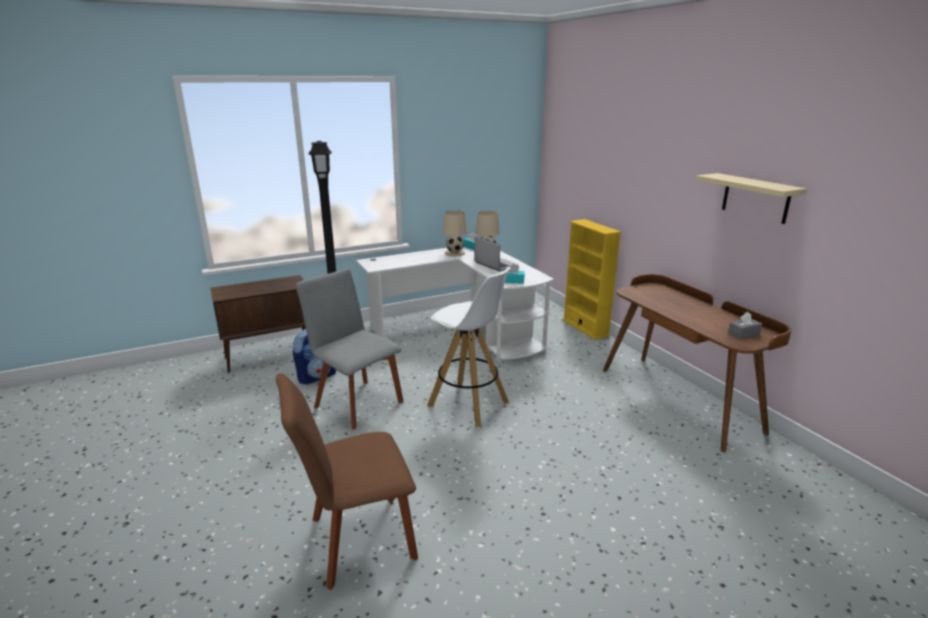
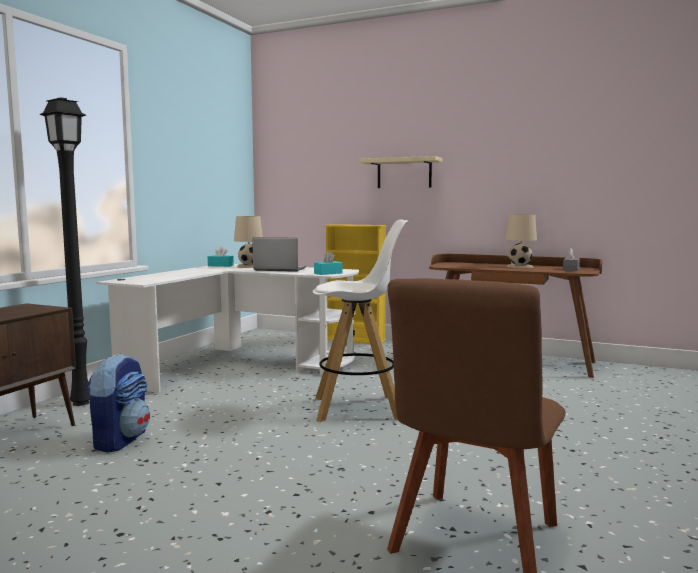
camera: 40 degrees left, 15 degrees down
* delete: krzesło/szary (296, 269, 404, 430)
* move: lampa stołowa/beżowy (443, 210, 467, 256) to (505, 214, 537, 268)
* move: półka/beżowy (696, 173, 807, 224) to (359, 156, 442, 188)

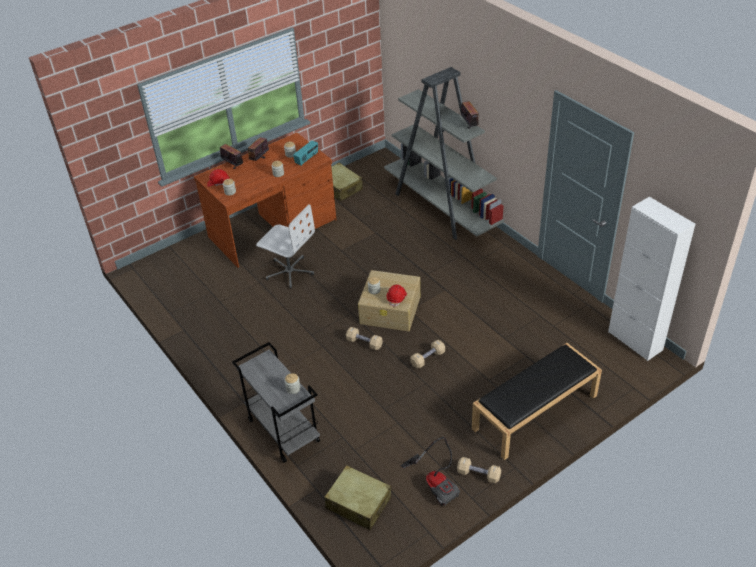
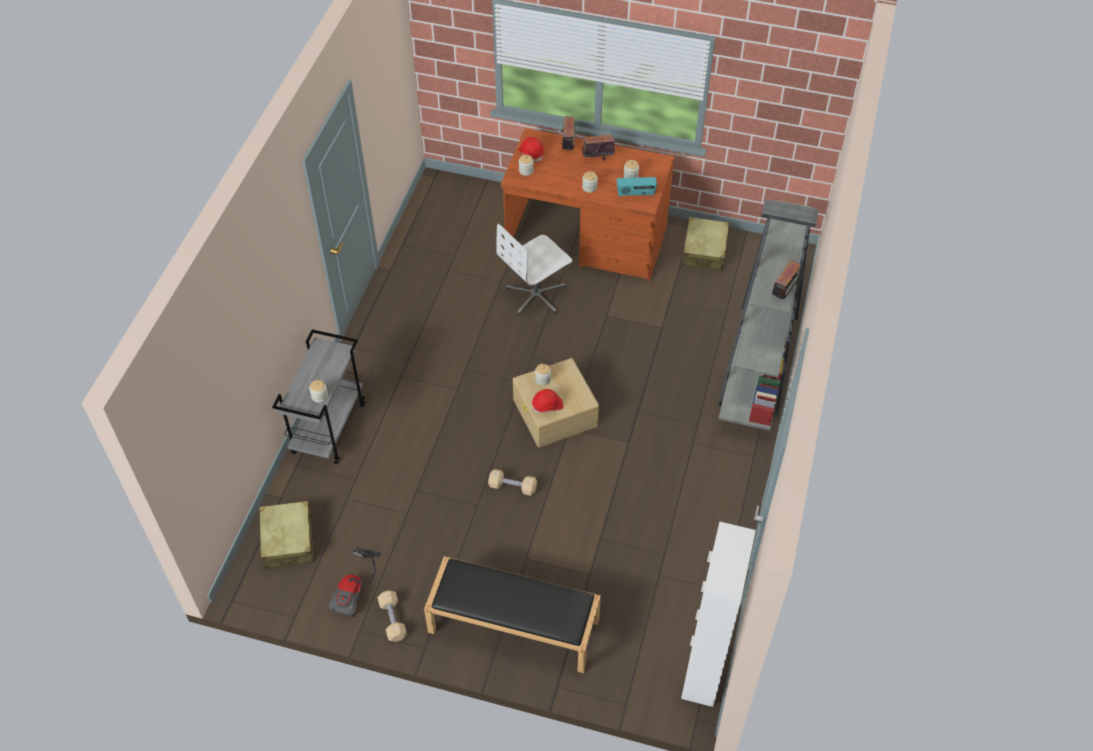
camera: 50 degrees right, 10 degrees up
* rotate: krzesło biurowe/biały (256, 204, 315, 289) = (496, 224, 572, 315) 60 degrees clockwise
* delete: hantel/beżowy (346, 327, 383, 350)

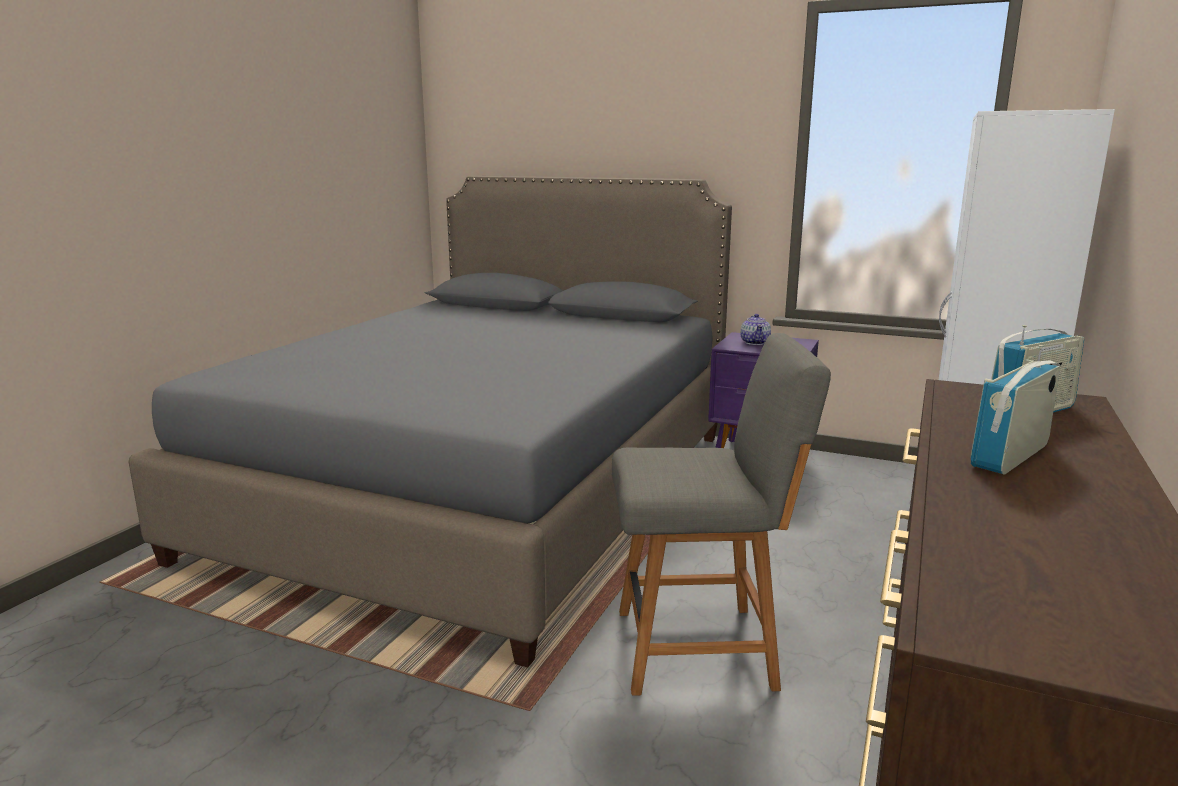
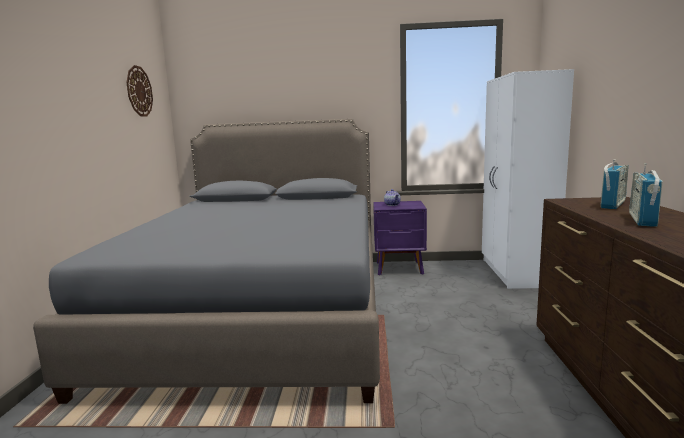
camera: 20 degrees left, 5 degrees down
* delete: krzesło/szary (612, 333, 831, 696)
* insert: zegar ścienny (126, 65, 153, 117)

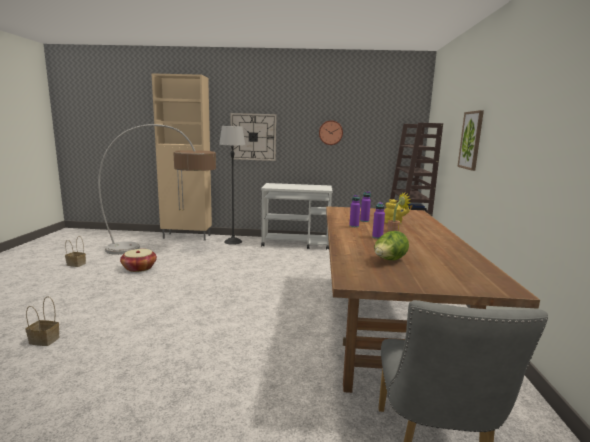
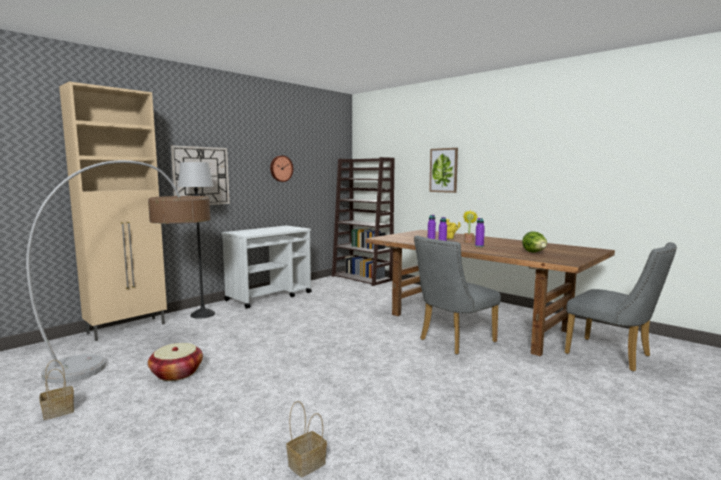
camera: 50 degrees left, 5 degrees down
* insert: krzesło/szary (414, 236, 501, 355)

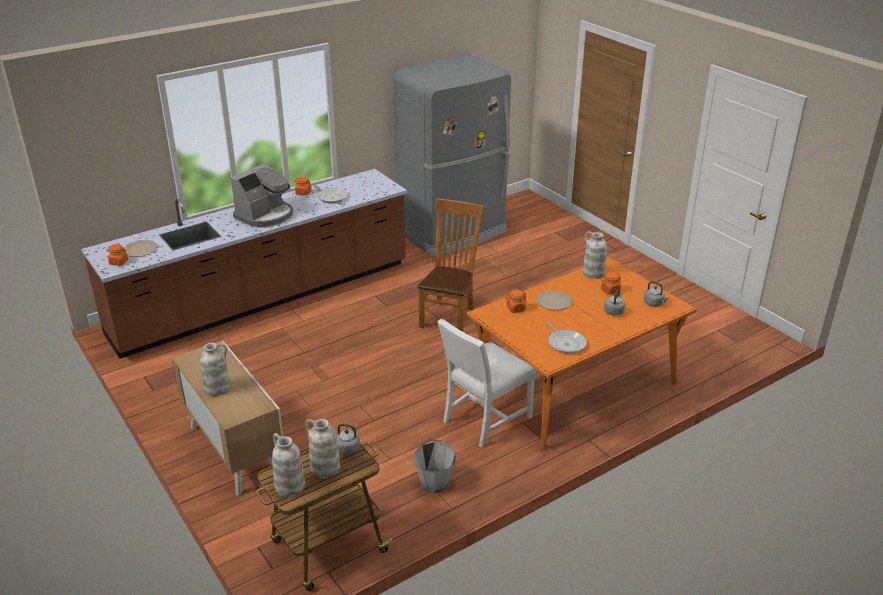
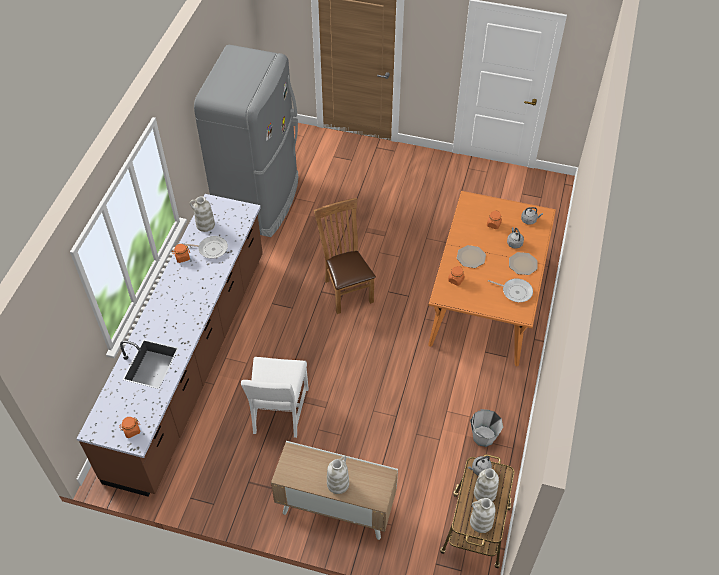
camera: 40 degrees left, 20 degrees up
* move: talerz (124, 240, 158, 257) to (509, 252, 538, 275)
* delete: ekspres do kawy (231, 163, 293, 227)
* move: krzesło/biały (437, 319, 536, 447) to (241, 357, 309, 438)
* move: wazon/biały (583, 231, 607, 279) to (190, 196, 215, 232)

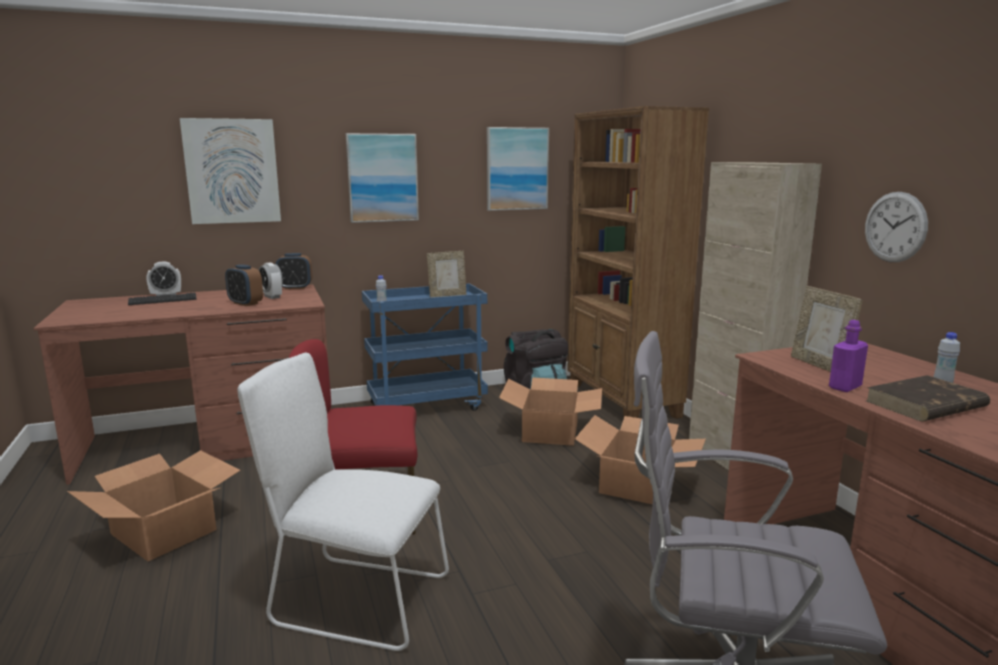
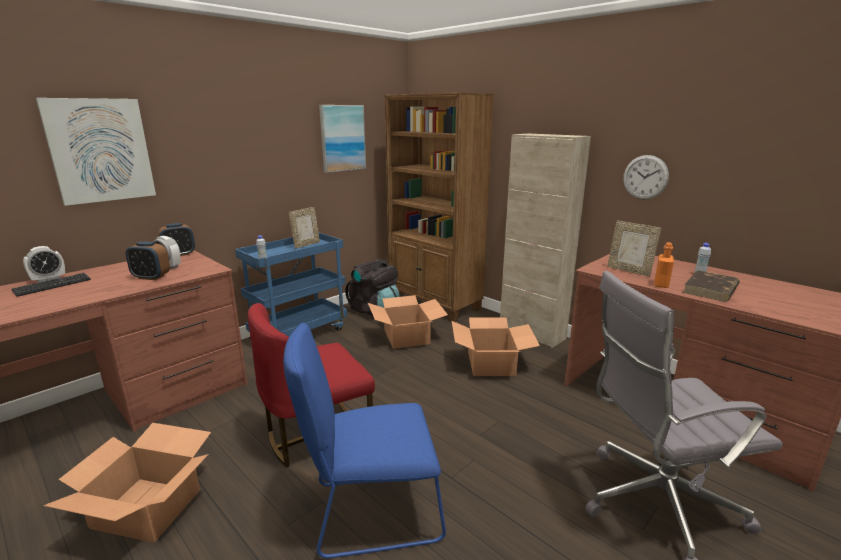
camera: 25 degrees left, 5 degrees up
* recolor: krzesło/biały (238, 353, 449, 651) to krzesło/niebieski (283, 323, 446, 559)
* delete: obraz (346, 133, 419, 223)
* recolor: butelka/fioletowy (829, 320, 868, 392) to butelka/pomarańczowy (654, 242, 674, 288)

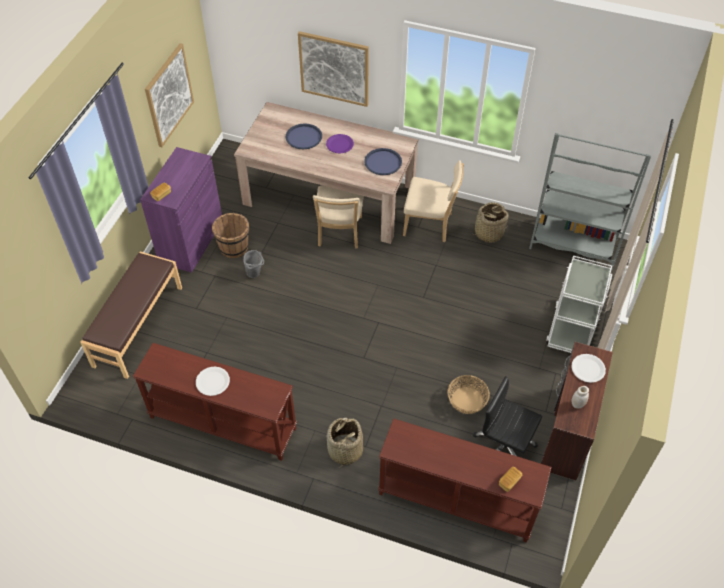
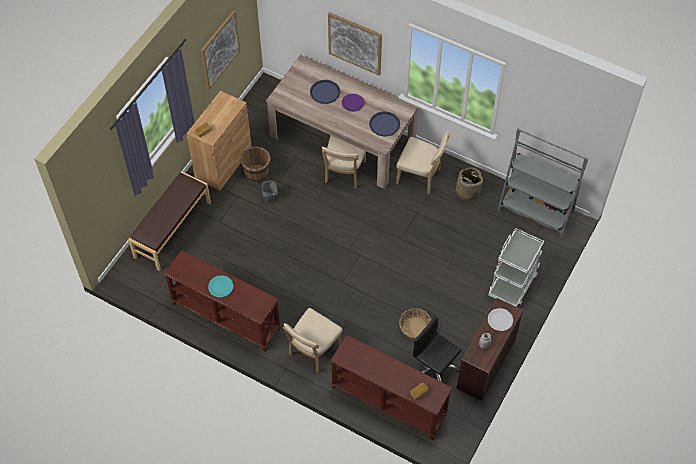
camera: 10 degrees right, 5 degrees up
* recolor: szafka/fioletowy (140, 147, 222, 273) to szafka/brązowy (186, 91, 252, 191)
* recolor: talerz/biały (196, 367, 230, 396) to talerz/turkusowy (208, 275, 234, 297)
* replace: koszyk (327, 418, 363, 468) to krzesło/beżowy (283, 308, 343, 373)

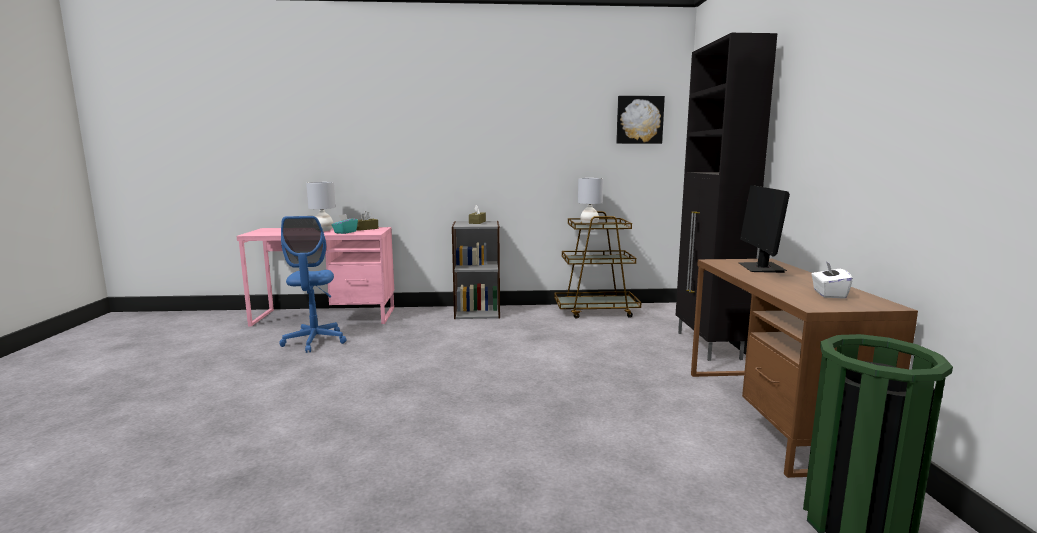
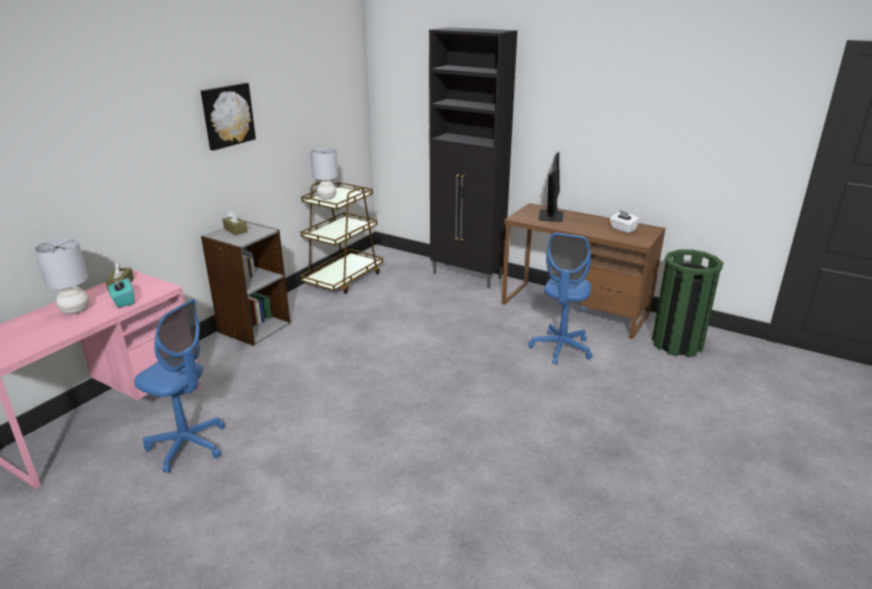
camera: 55 degrees left, 15 degrees up
* move: obraz (616, 96, 665, 144) to (201, 83, 256, 151)
* rotate: monitor (739, 185, 790, 273) = (539, 152, 563, 222) 120 degrees counterclockwise
* insert: krzesło biurowe/niebieski (528, 232, 593, 365)

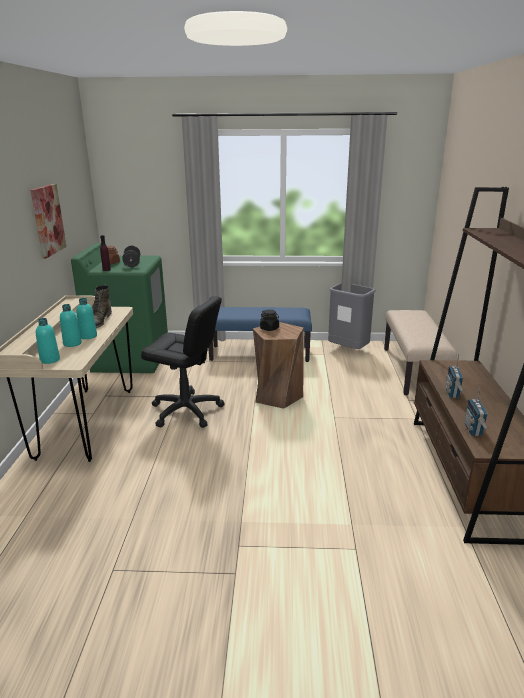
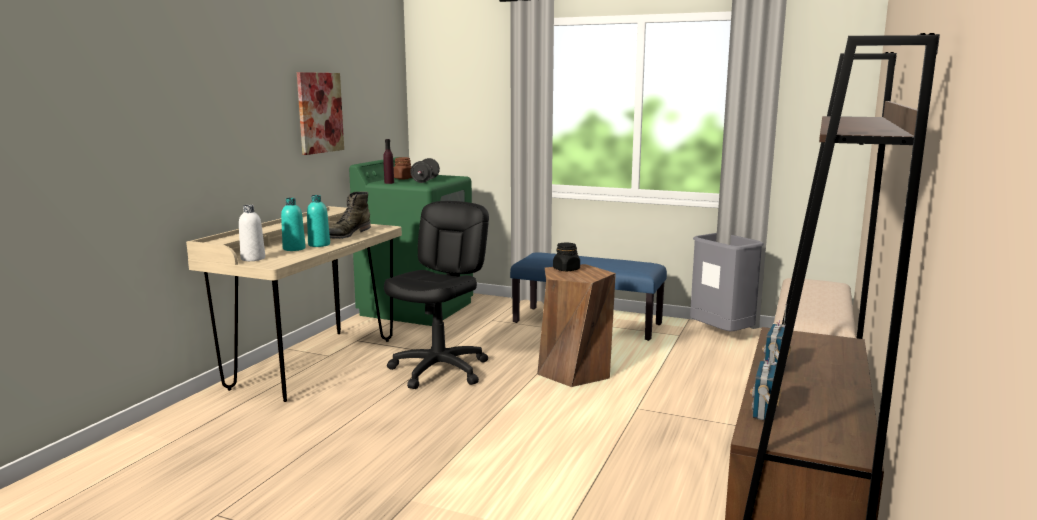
camera: 20 degrees right, 10 degrees down
* recolor: butelka/turkusowy (36, 318, 60, 364) to butelka/biały (239, 205, 265, 261)
* rotate: krzesło biurowe/czarny (141, 296, 225, 428) = (384, 201, 489, 389) 105 degrees counterclockwise

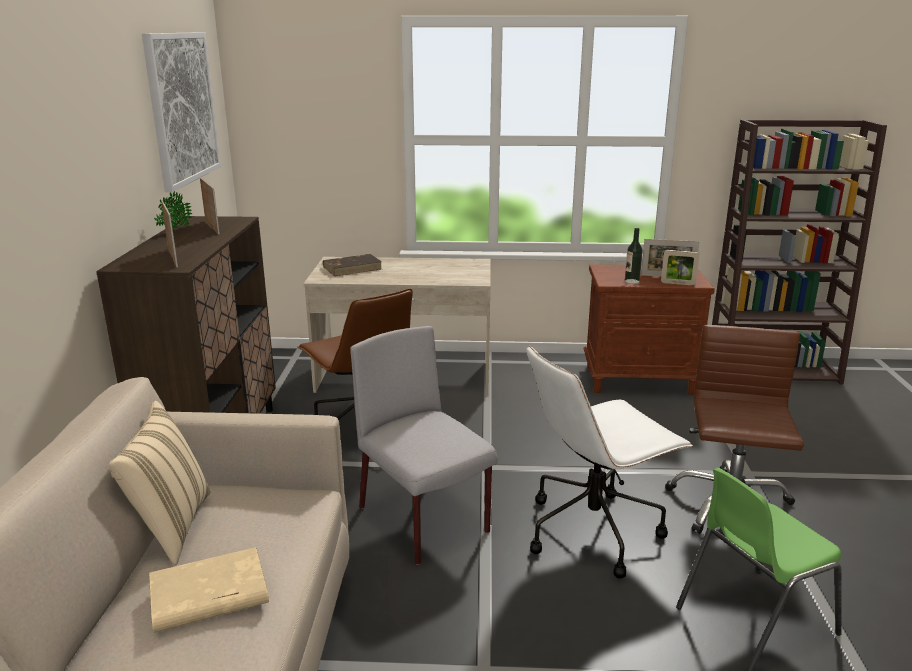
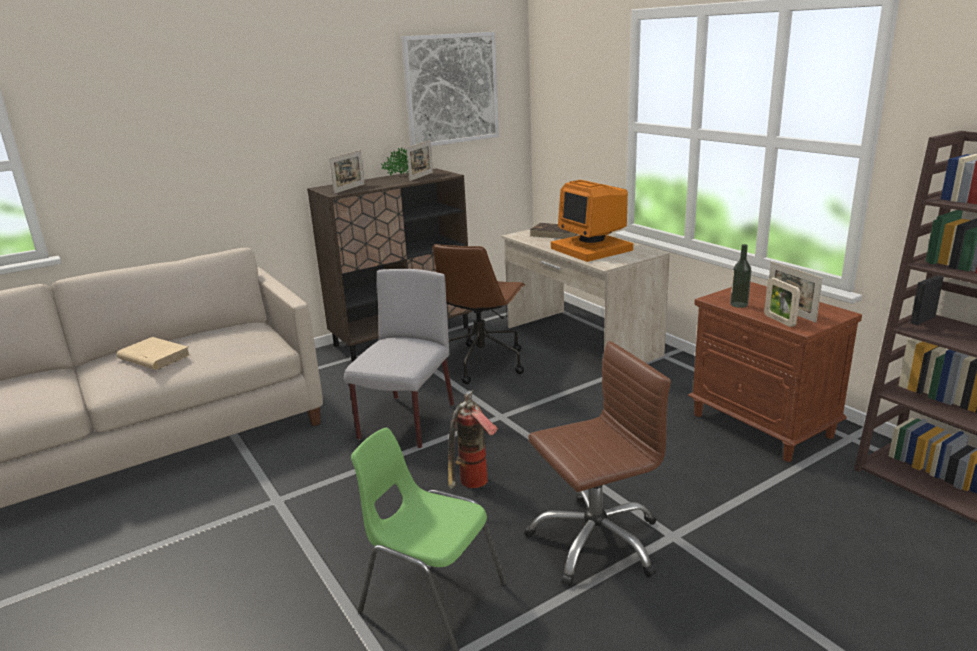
camera: 55 degrees right, 0 degrees up
* delete: poduszka/beżowy (109, 401, 210, 565)
* replace: krzesło biurowe/biały (526, 345, 693, 579) to gaśnica (448, 390, 498, 489)
* insert: monitor (551, 180, 633, 262)

